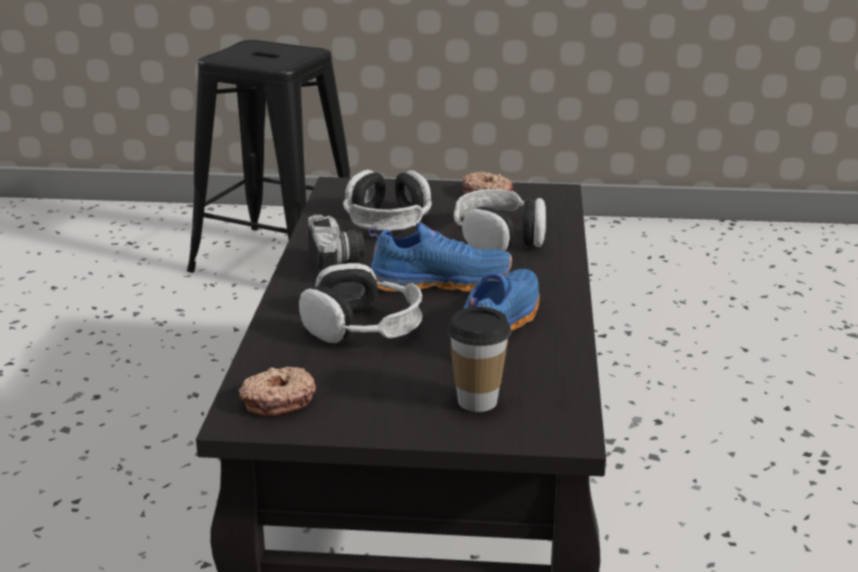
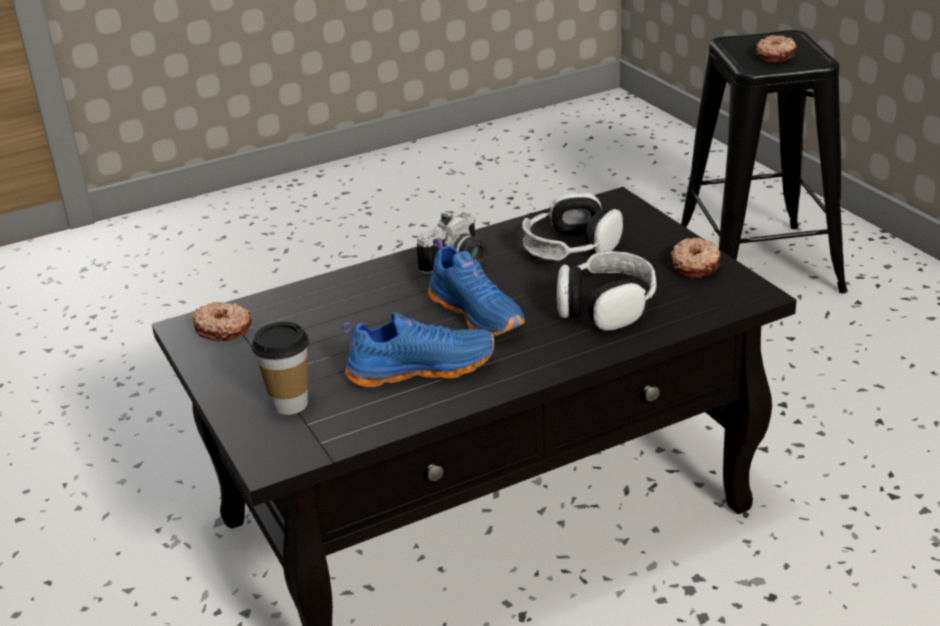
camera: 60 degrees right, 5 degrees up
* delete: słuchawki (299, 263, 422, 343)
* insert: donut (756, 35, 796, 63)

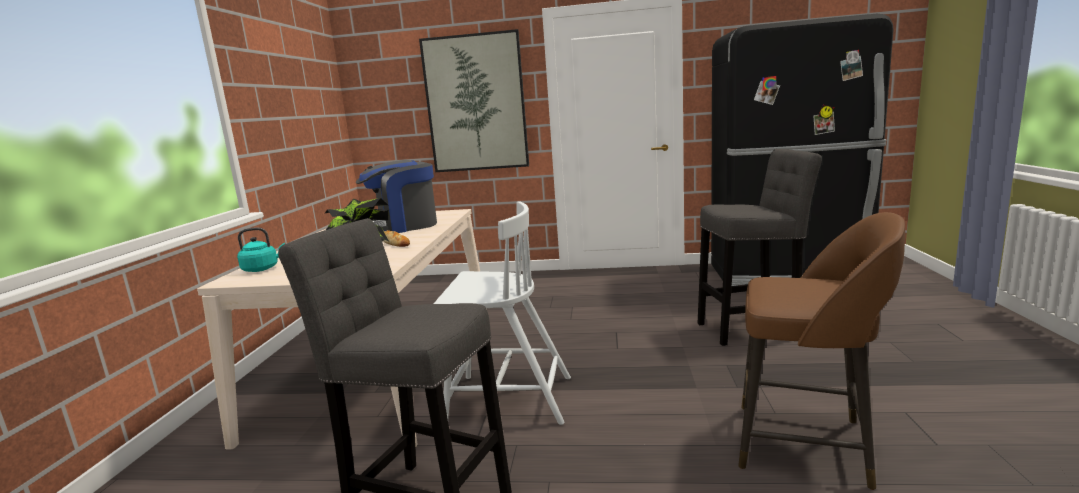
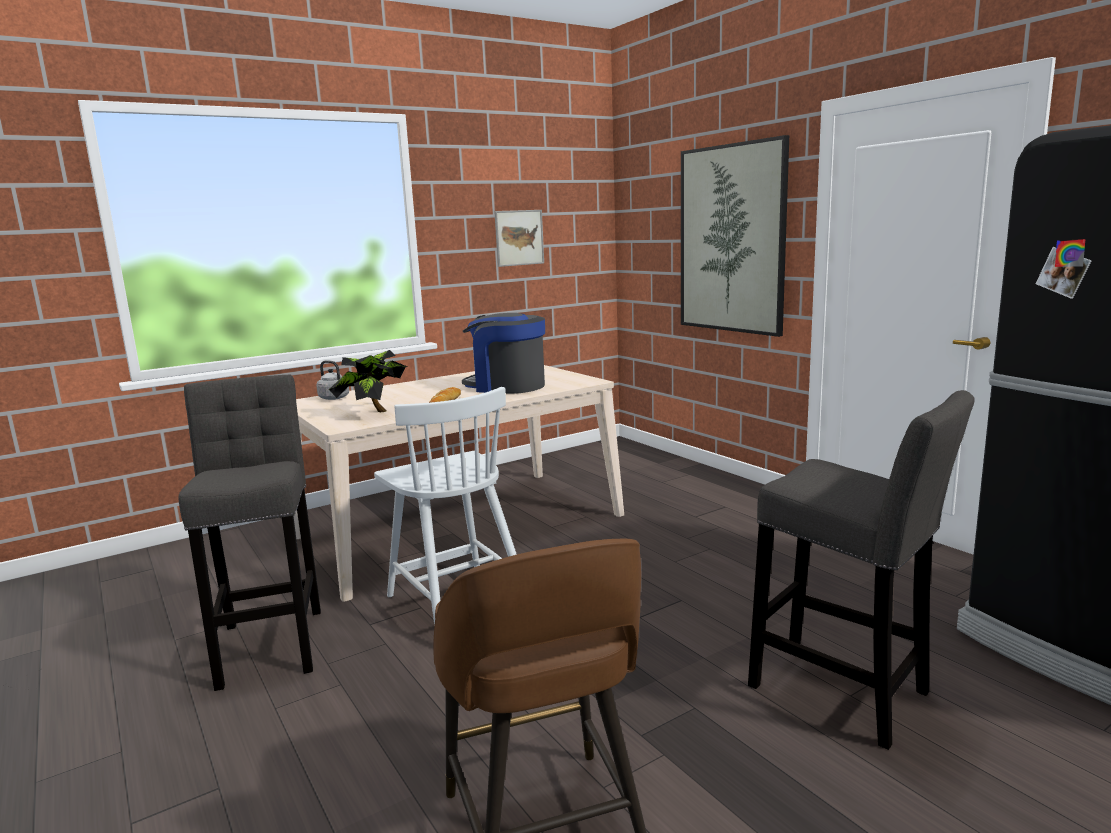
camera: 50 degrees right, 0 degrees up
* recolor: czajnik/turkusowy (237, 228, 285, 272) to czajnik/szary (316, 360, 349, 400)
* insert: obraz (494, 210, 544, 267)

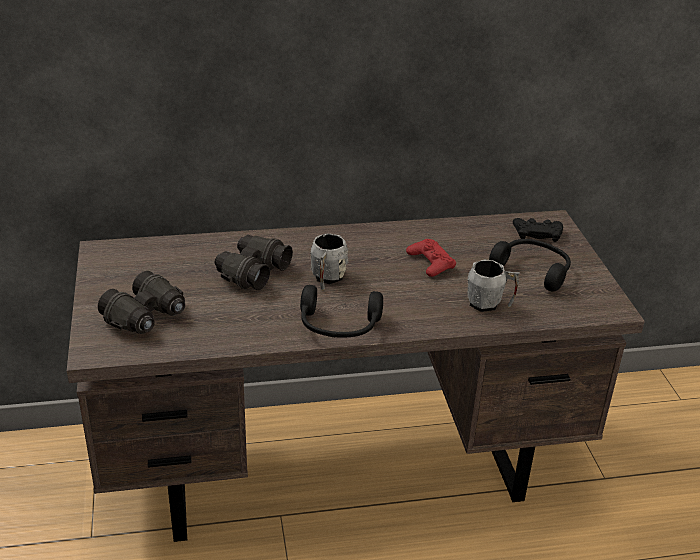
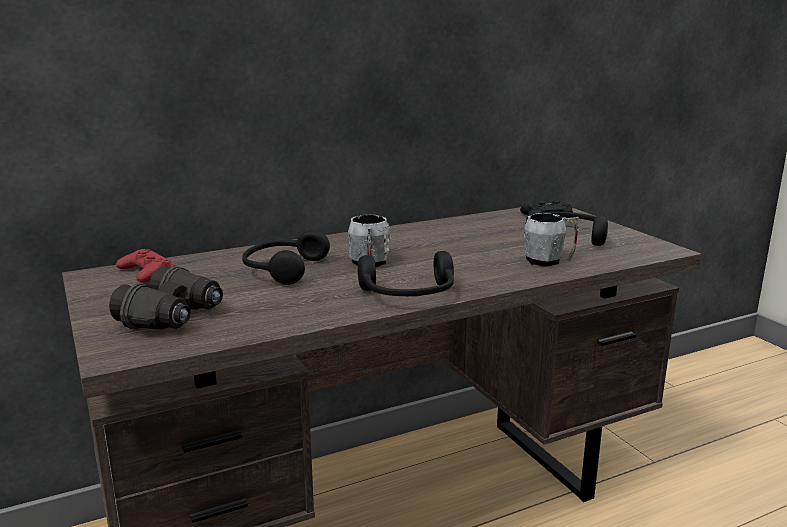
camera: 15 degrees left, 15 degrees down
* replace: lornetka/czarny (215, 235, 293, 290) to słuchawki/czarny (242, 230, 330, 285)
* move: pad do gier/czerwony (406, 239, 456, 277) to (116, 249, 175, 283)

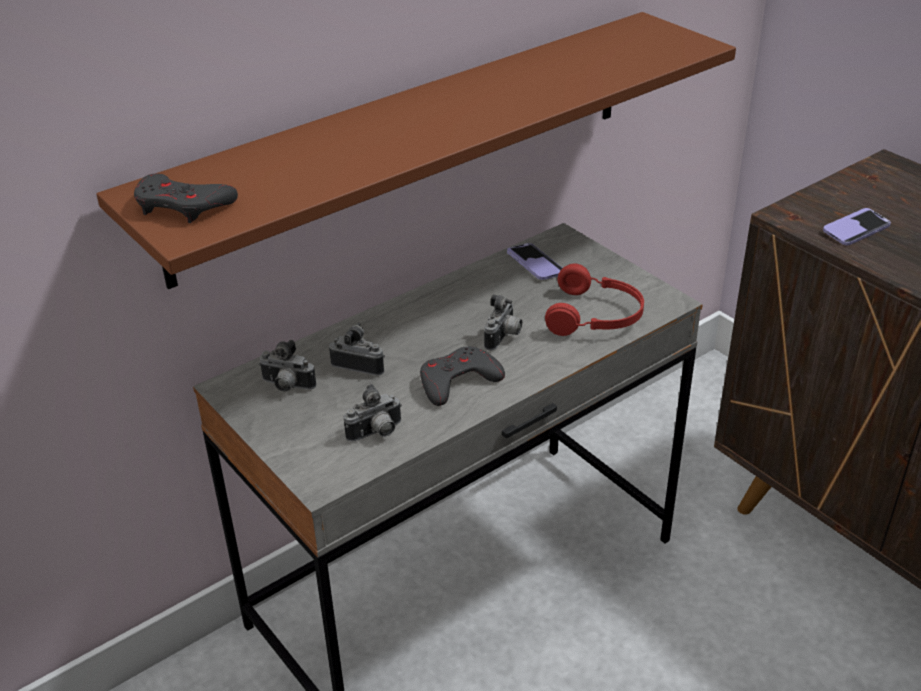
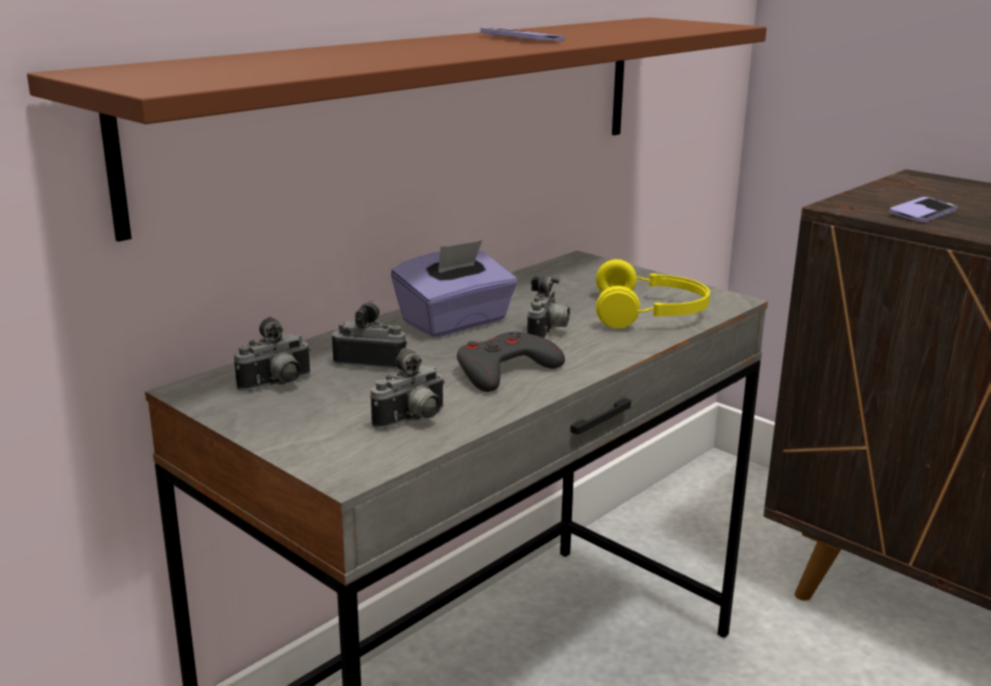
camera: 10 degrees left, 15 degrees down
* delete: pad do gier/szary (134, 173, 238, 223)
* rotate: aparat fotograficzny (259, 340, 316, 392) = (234, 317, 311, 391) 45 degrees counterclockwise
* move: telefon (507, 243, 562, 280) to (480, 28, 565, 41)
* recolor: słuchawki/czerwony (545, 264, 644, 336) to słuchawki/żółty (596, 259, 710, 328)
* insert: pudełko chusteczek/fioletowy (391, 240, 518, 338)

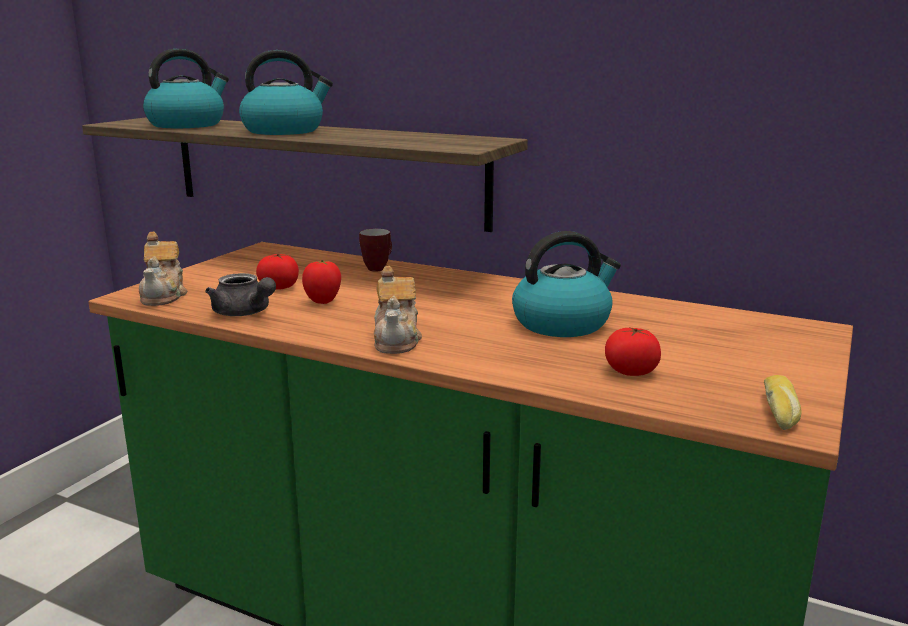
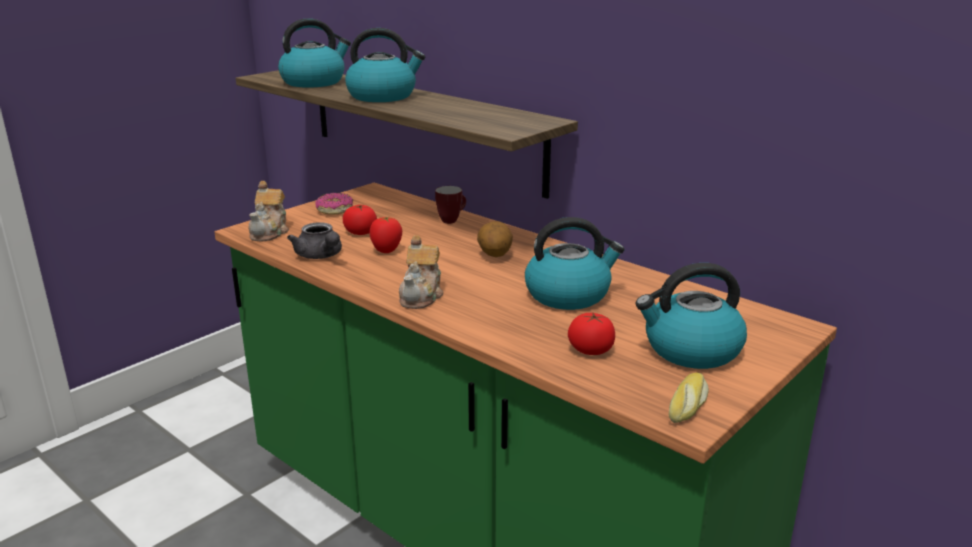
camera: 15 degrees right, 5 degrees up
* insert: donut (315, 193, 353, 215)
* insert: ziemniak (477, 221, 513, 257)
* insert: czajnik (636, 263, 747, 369)

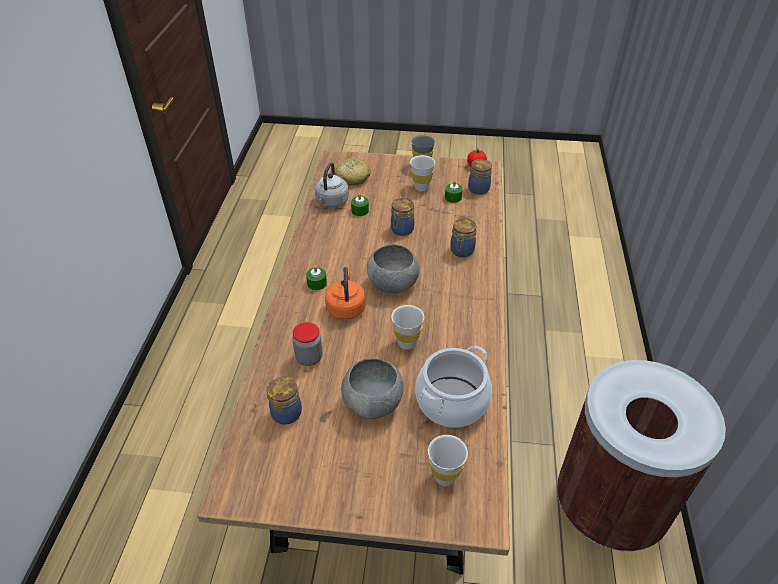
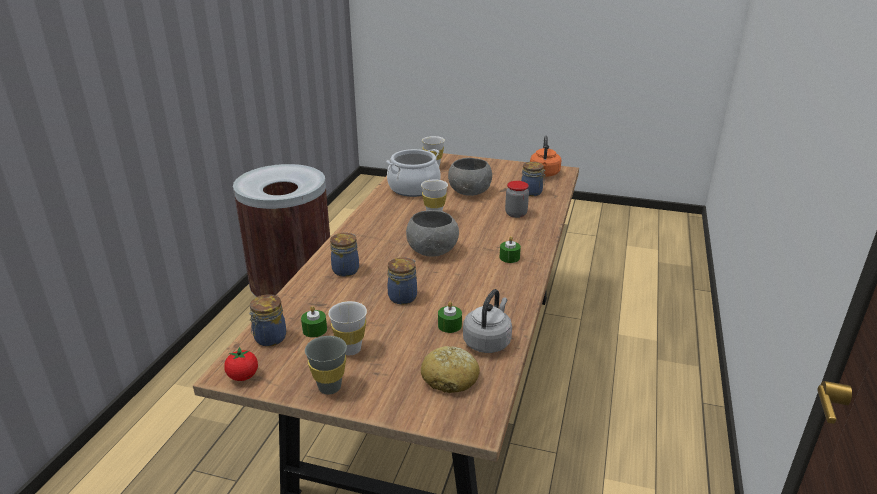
camera: 170 degrees left, 15 degrees down
* move: czajnik/pomarańczowy (325, 267, 366, 320) to (530, 135, 561, 177)

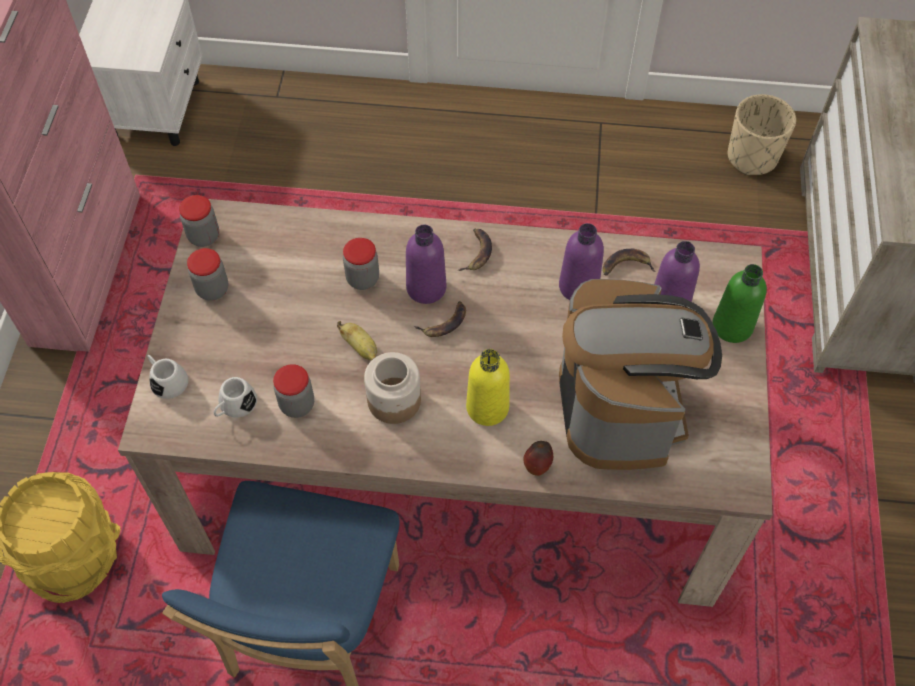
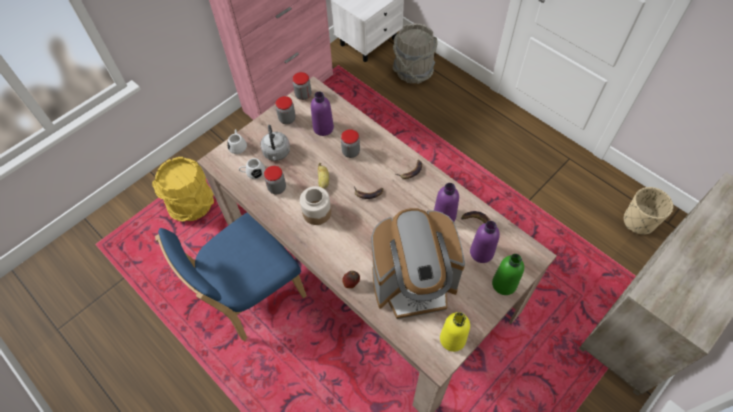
camera: 40 degrees right, 0 degrees up
* move: butelka/fioletowy (406, 225, 446, 304) to (311, 92, 334, 136)
* move: butelka/żółty (466, 349, 510, 426) to (440, 312, 470, 352)
* rotate: ekspres do kawy (559, 279, 722, 470) = (371, 208, 465, 319) 45 degrees clockwise
* insert: czajnik/szary (260, 125, 290, 161)
* insert: wiadro/szary (393, 23, 438, 84)

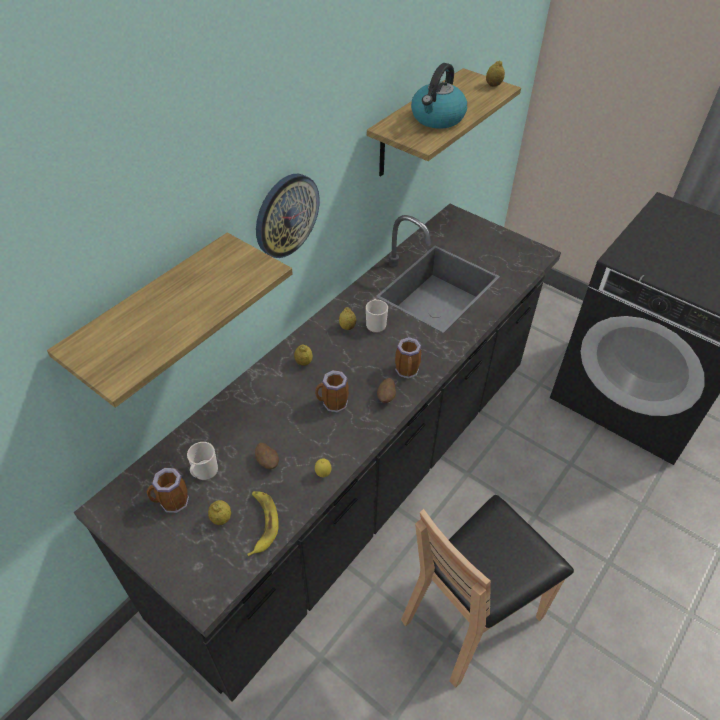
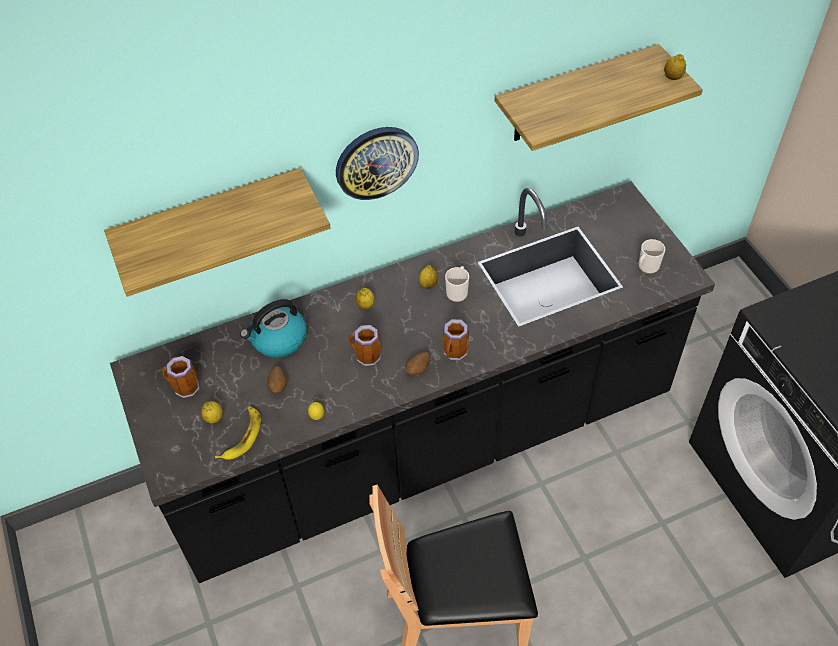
camera: 30 degrees right, 5 degrees up
* move: kubek (187, 442, 218, 480) to (638, 239, 665, 274)
* move: czajnik (411, 63, 467, 129) to (240, 299, 307, 358)

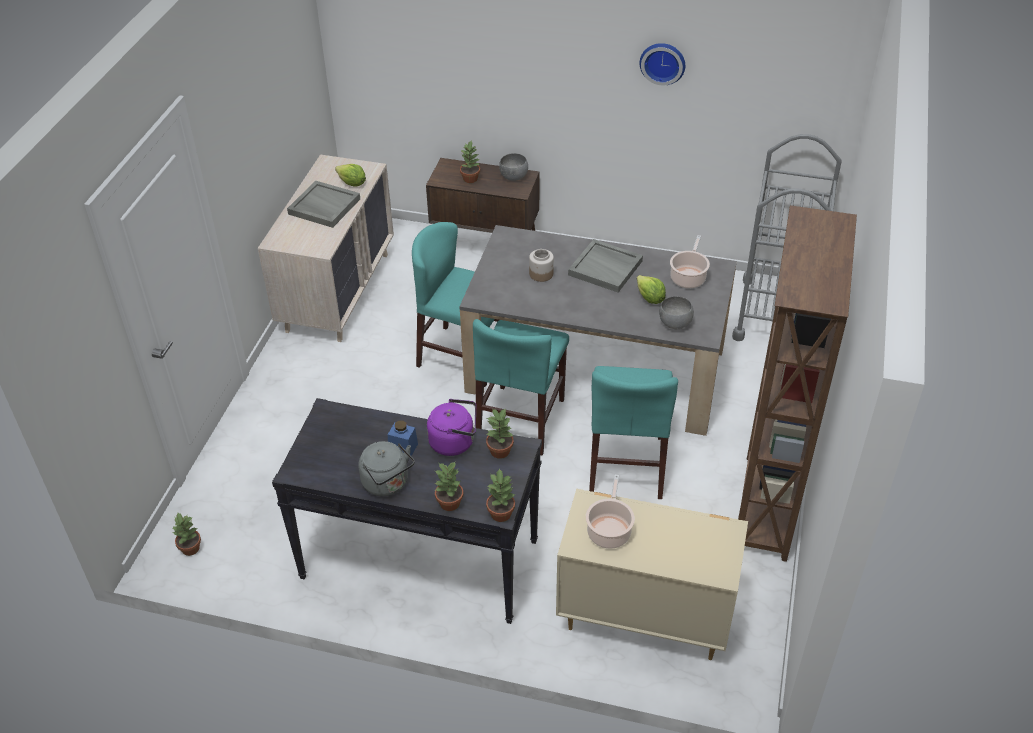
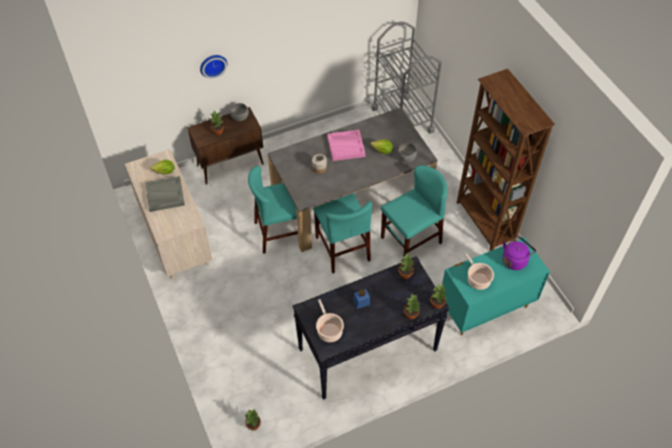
camera: 40 degrees left, 10 degrees up
* delete: czajnik/szary (358, 441, 415, 496)
* move: czajnik/fioletowy (427, 399, 476, 456) to (503, 236, 536, 270)
* recolor: komoda/beżowy (556, 488, 748, 660) to komoda/turkusowy (442, 237, 550, 335)
* recolor: taca/szary (568, 239, 643, 292) to taca/różowy (327, 130, 366, 161)
* rotate: krzesło/turkusowy (589, 366, 678, 499) = (381, 165, 447, 259) 90 degrees counterclockwise
* move: zegar ścienny (640, 43, 685, 85) to (200, 55, 227, 79)
* move: garnek (670, 235, 710, 288) to (316, 299, 344, 342)

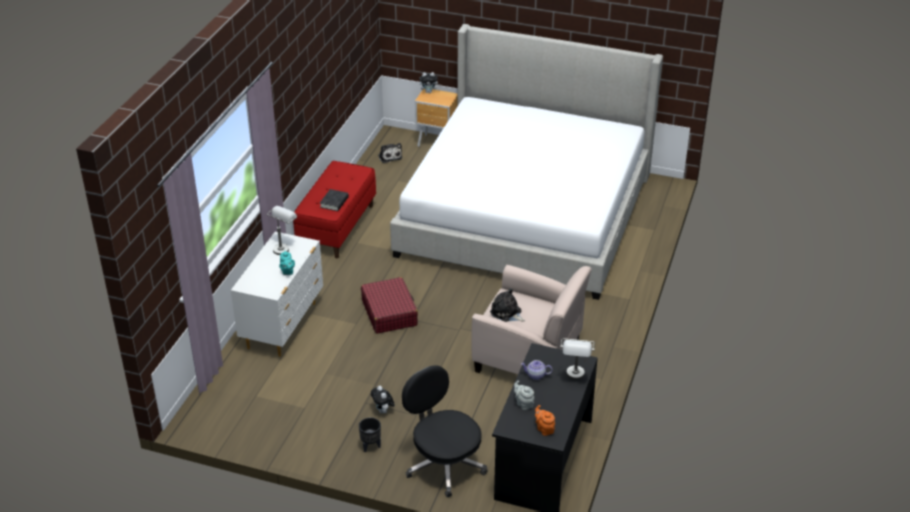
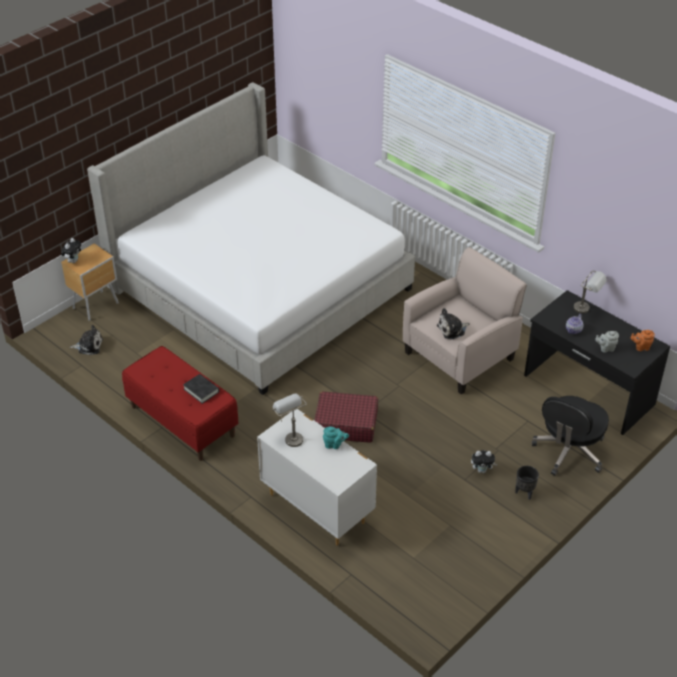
camera: 65 degrees left, 5 degrees up
* rotate: krzesło biurowe/czarny (402, 365, 488, 497) = (532, 396, 609, 476) 45 degrees counterclockwise

